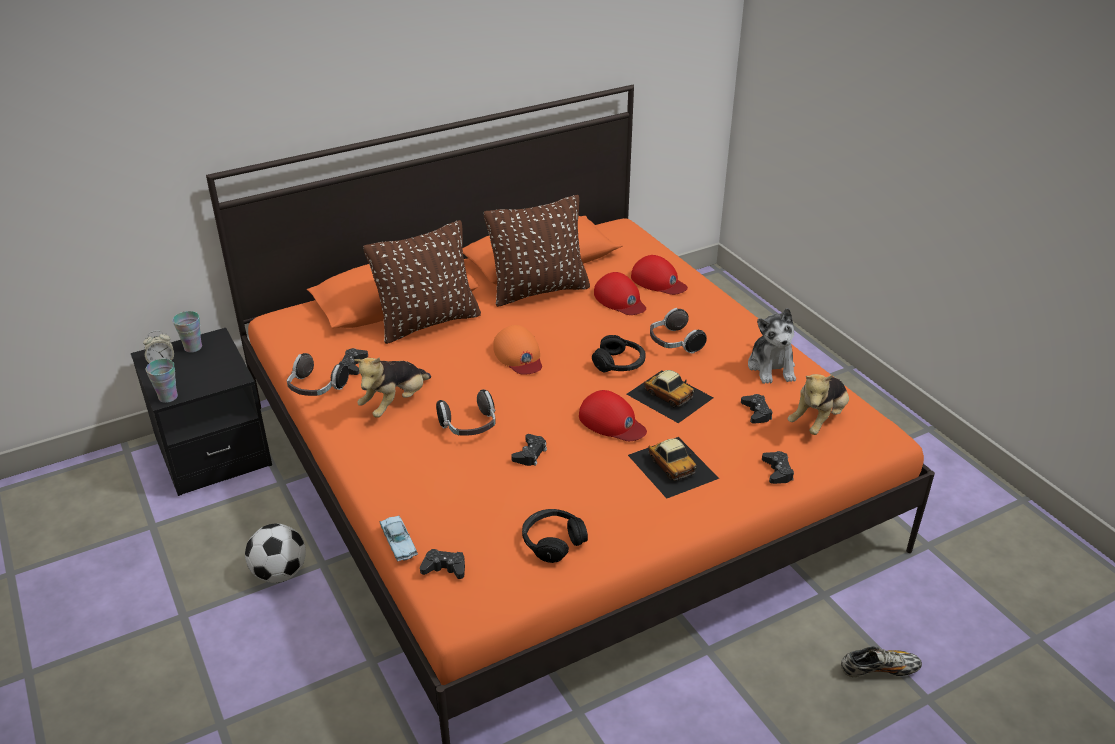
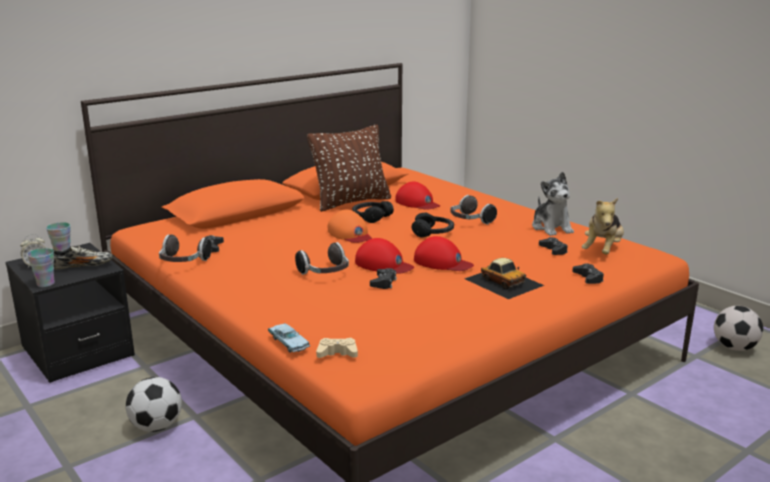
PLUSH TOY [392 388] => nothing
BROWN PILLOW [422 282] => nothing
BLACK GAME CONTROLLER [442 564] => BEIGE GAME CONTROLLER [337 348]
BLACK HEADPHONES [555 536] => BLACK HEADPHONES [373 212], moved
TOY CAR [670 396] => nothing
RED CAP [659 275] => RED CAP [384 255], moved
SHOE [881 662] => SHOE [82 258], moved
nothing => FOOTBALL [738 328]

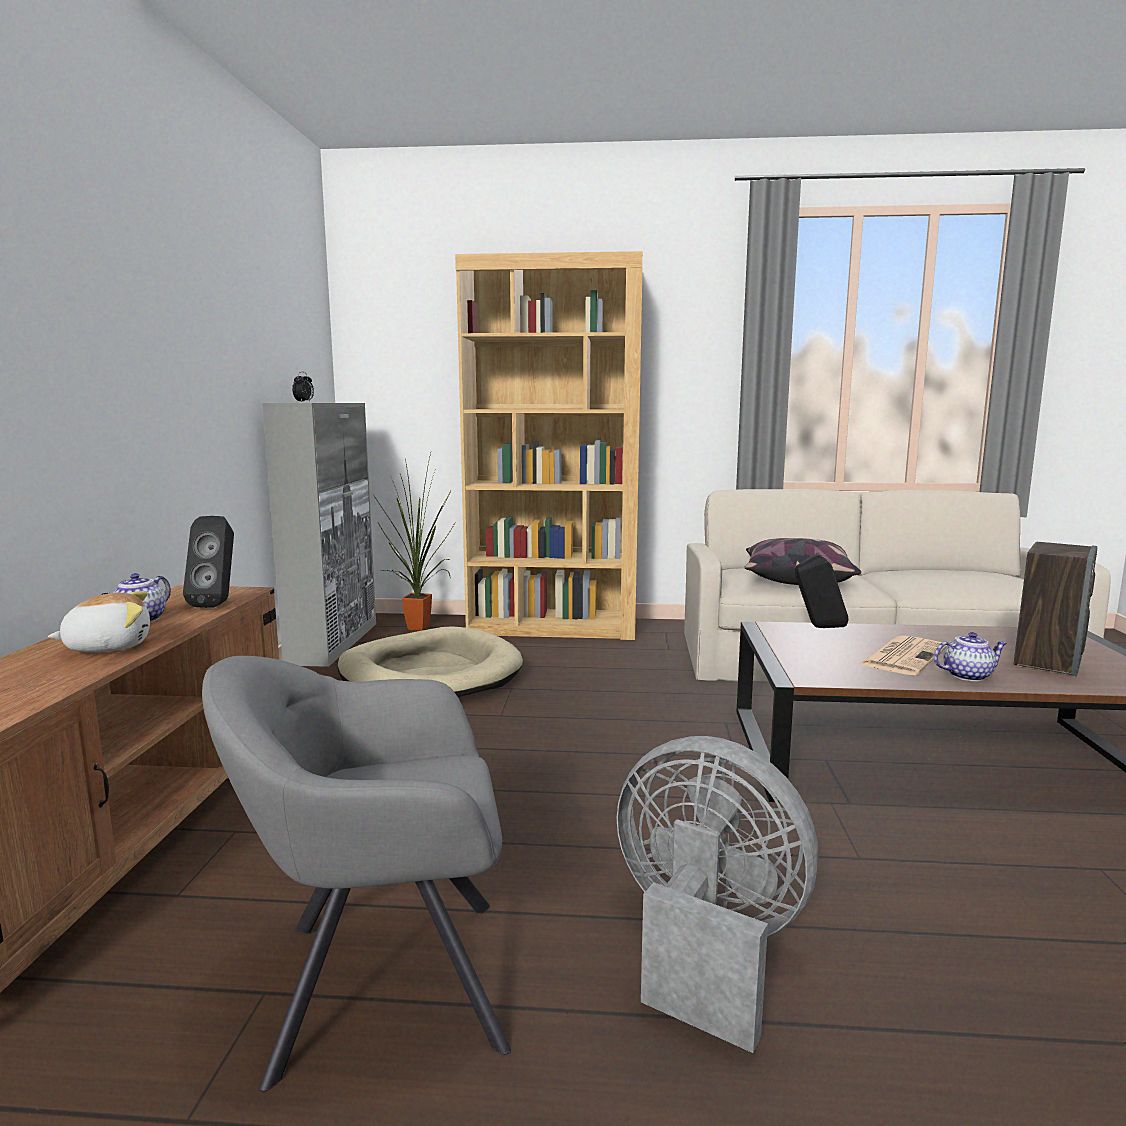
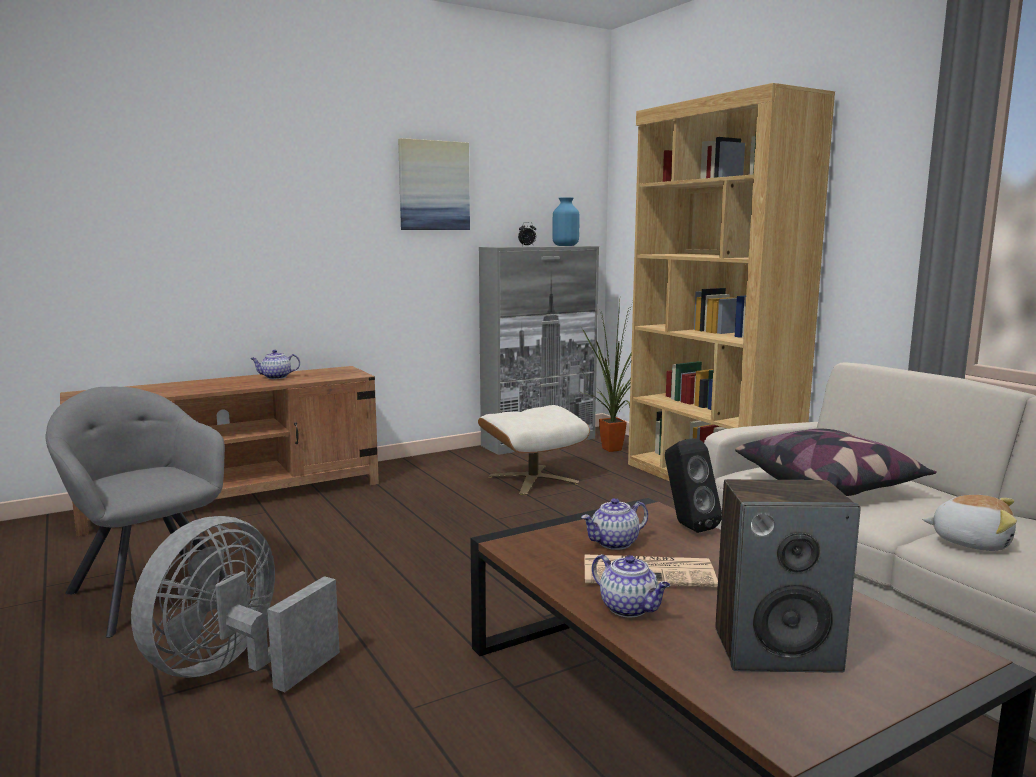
PLUSH TOY [99 621] => PLUSH TOY [969 523], moved
BLACK SPEAKER [208 562] => nothing
BEIGE DOG BED [430 661] => BEIGE OTTOMAN [534 450]
GREY FAN [717 894] => GREY FAN [235 604], 150 degrees counterclockwise
nothing => PICTURE [434 184]
nothing => BLUE VASE [565 221]
nothing => TEAPOT [614 524]

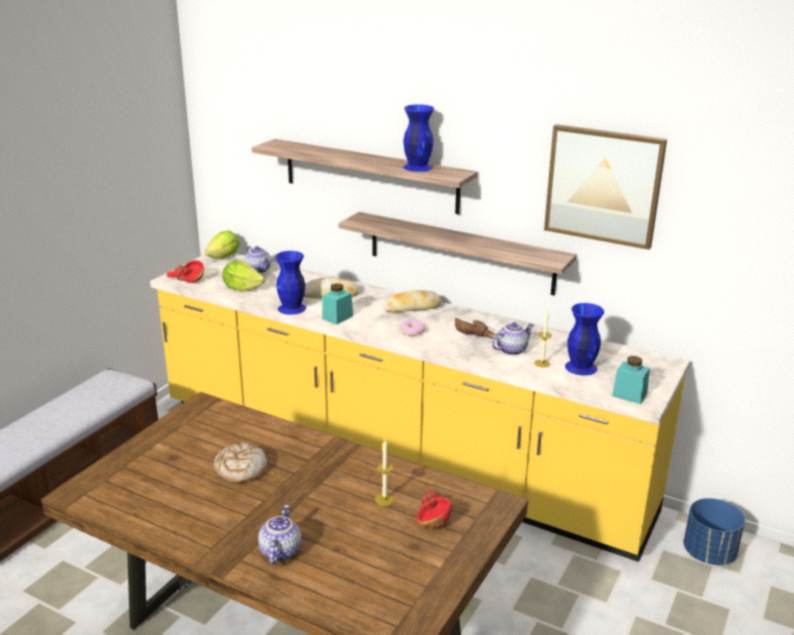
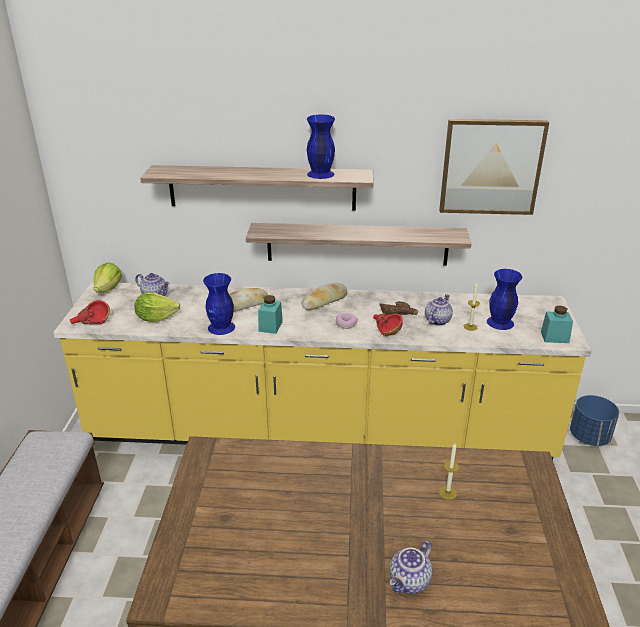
BREAD [240 462] => nothing
TEAPOT [279 535] => TEAPOT [411 567], 120 degrees counterclockwise
RED BOWL [434 509] => RED BOWL [388 324], moved

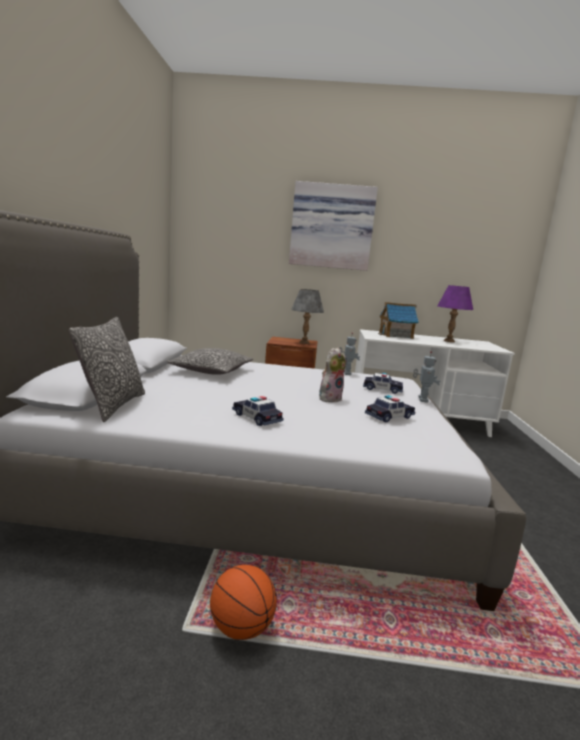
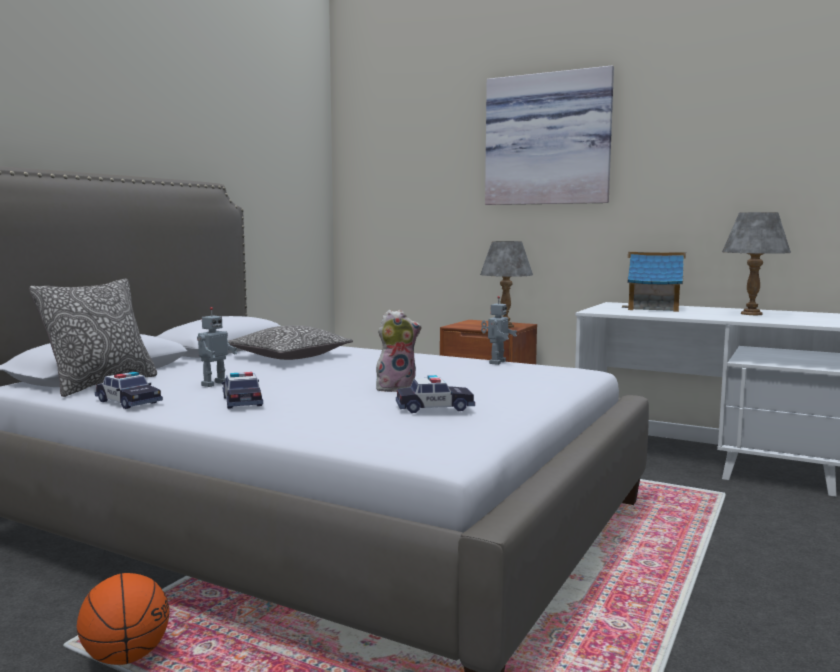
TOY CAR [383 383] => TOY CAR [129 390], moved
TOY ROBOT [426 377] => TOY ROBOT [217 347], moved
PURPLE TABLE LAMP [455 313] => GREY TABLE LAMP [756 263]

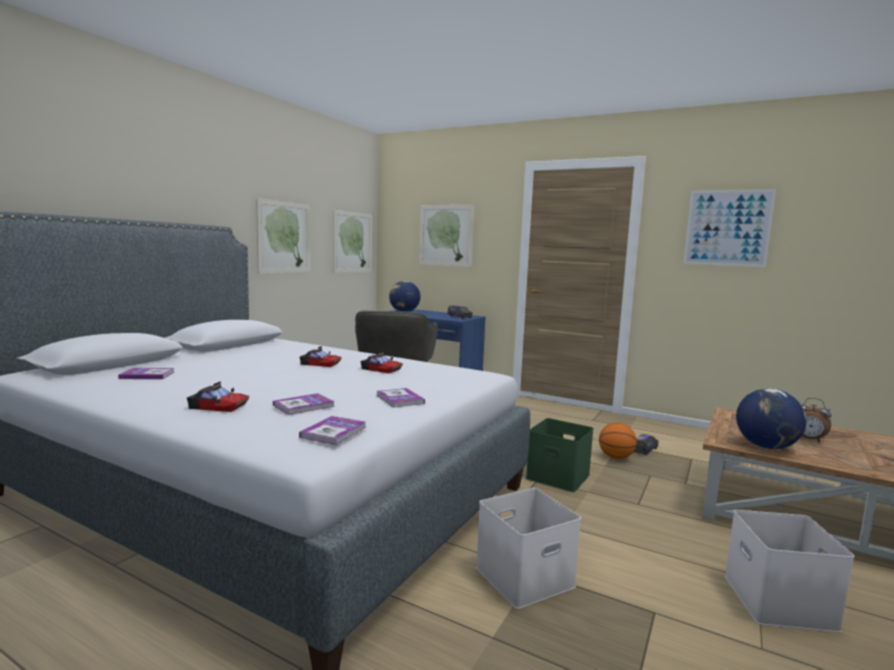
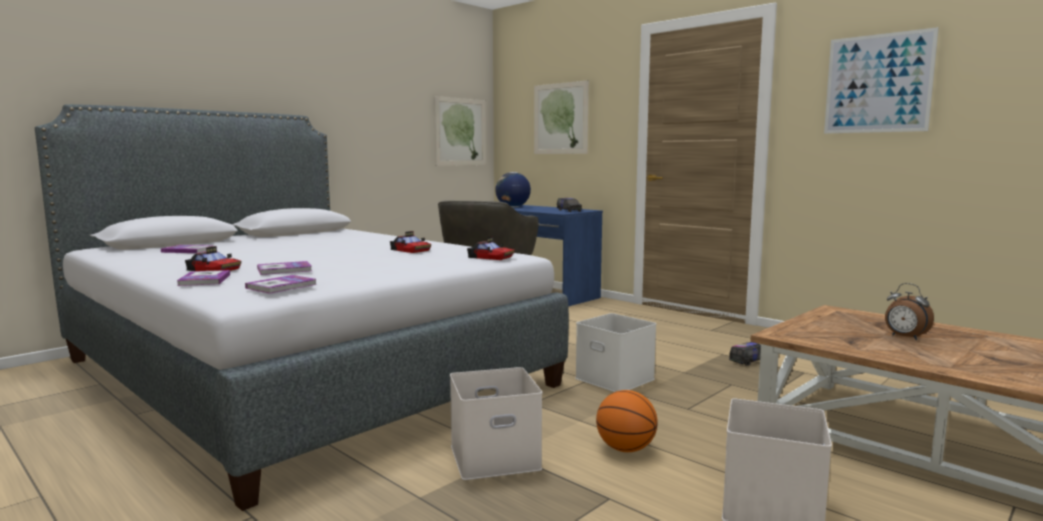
PICTURE [283 236] => nothing
TOY CAR [321 356] => TOY CAR [491 248], moved
BOOK [400 398] => BOOK [203 278], moved
GREEN STORAGE BOX [560 455] => WHITE STORAGE BOX [615 352]
BASKETBALL [618 441] => BASKETBALL [627 421], moved
GLOBE [771 419] => nothing

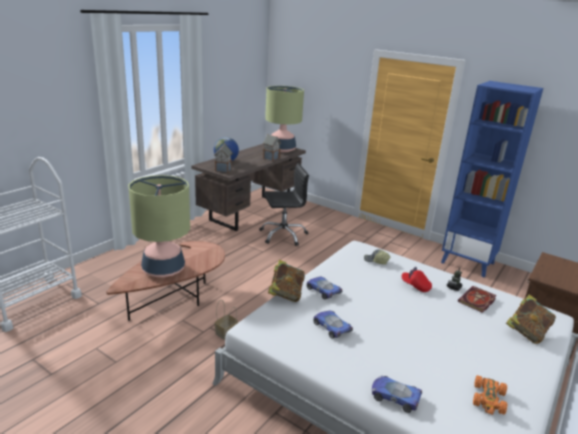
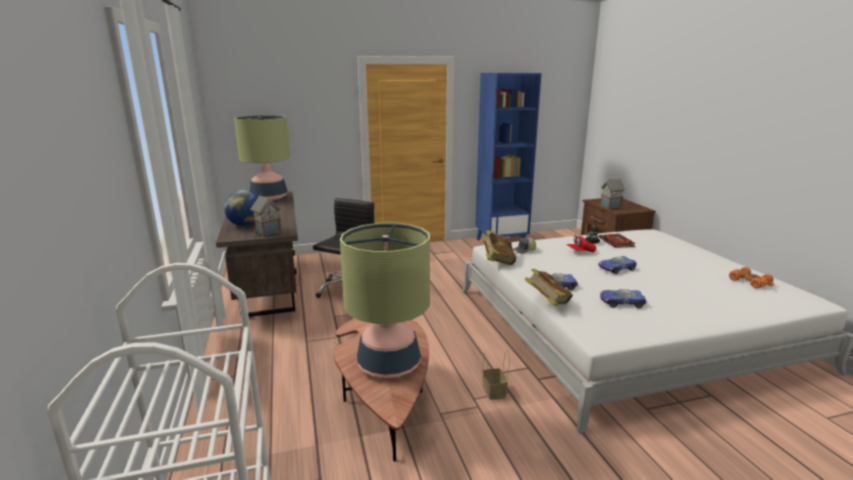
TOY HOUSE [272 147] => TOY HOUSE [612 193], moved
TOY CAR [397 394] => TOY CAR [617 265], moved
BOOK [531 319] => BOOK [499 247], moved

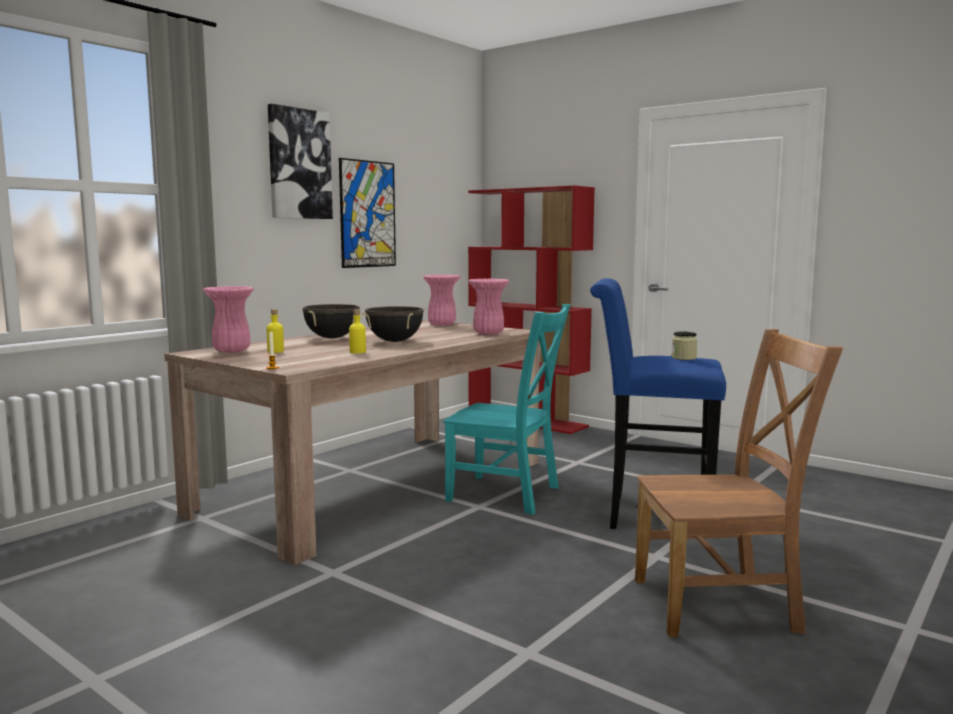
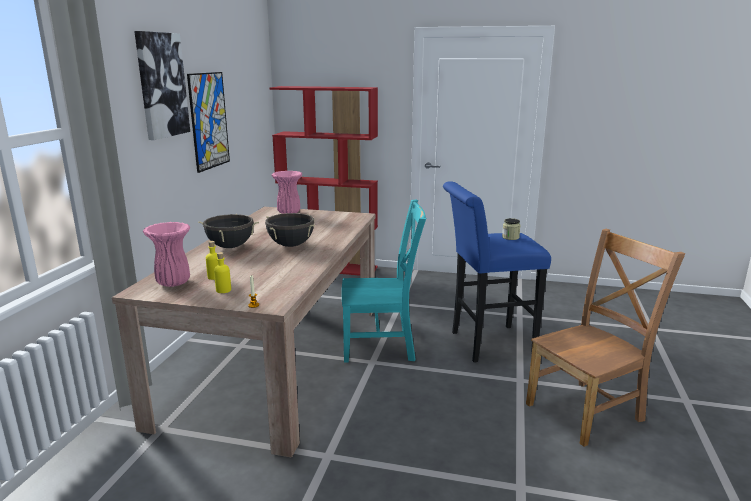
YELLOW BOTTLE [357 331] => YELLOW BOTTLE [222 272], moved
PINK VASE [488 307] => nothing

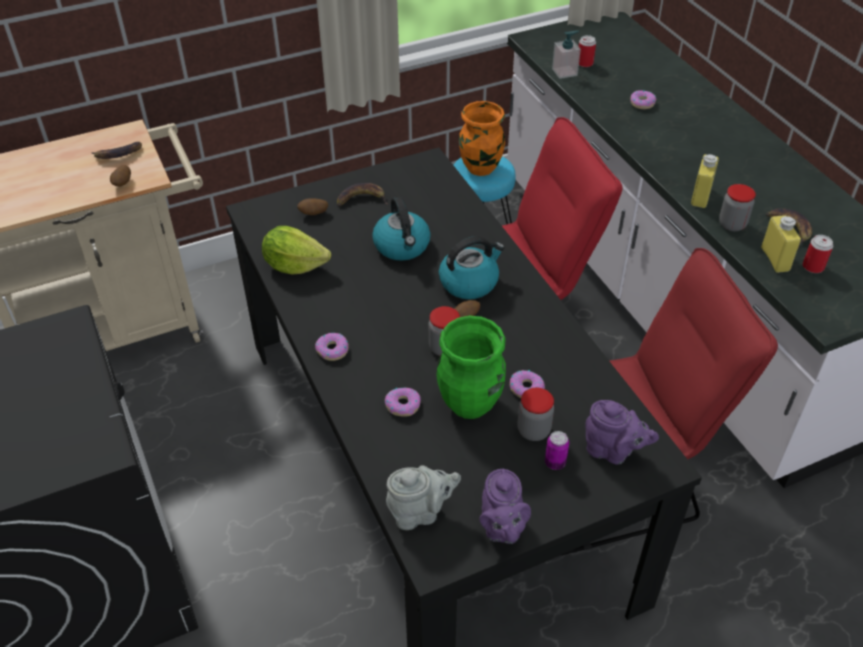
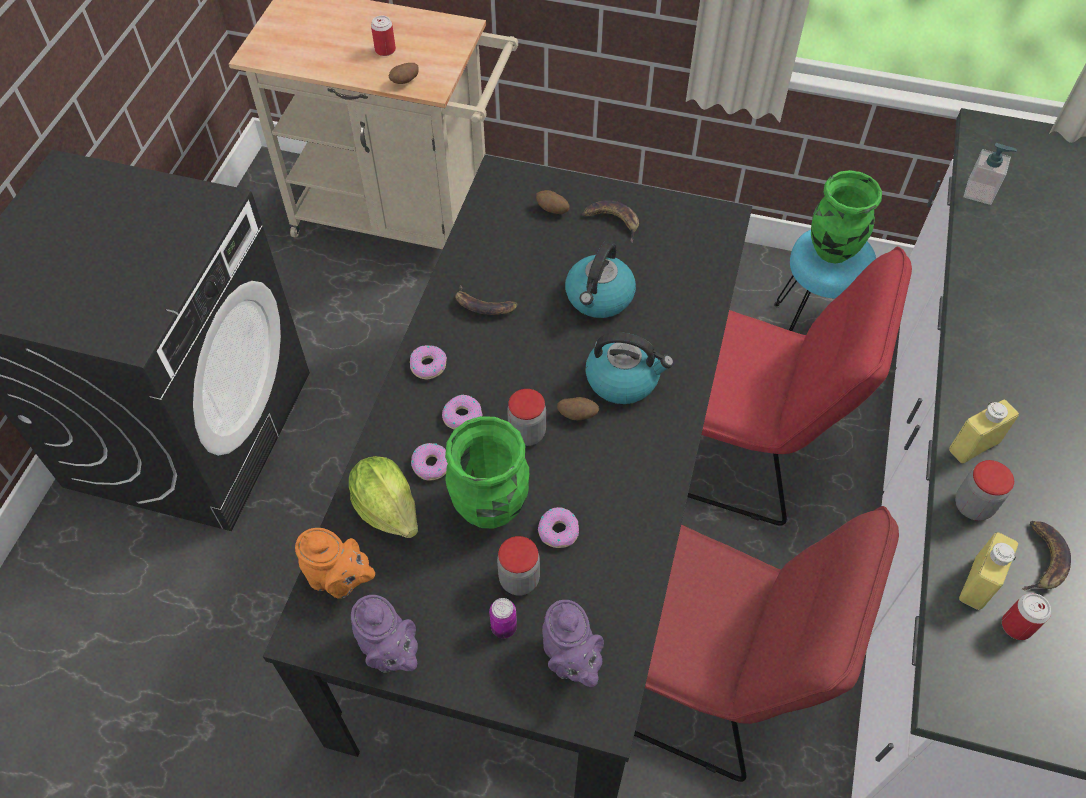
BANANA [117 150] => BANANA [486 300], moved
LETTUCE [296 250] => LETTUCE [383 497], moved
GREY TEAPOT [423 497] => ORANGE TEAPOT [335 563]
ORANGE VASE [482 138] => GREEN VASE [846 216]
PURPLE TEAPOT [505 506] => PURPLE TEAPOT [384 634], 75 degrees counterclockwise
CAN [587 51] => CAN [383 36], moved
DONUT [643 99] => DONUT [462 412], moved

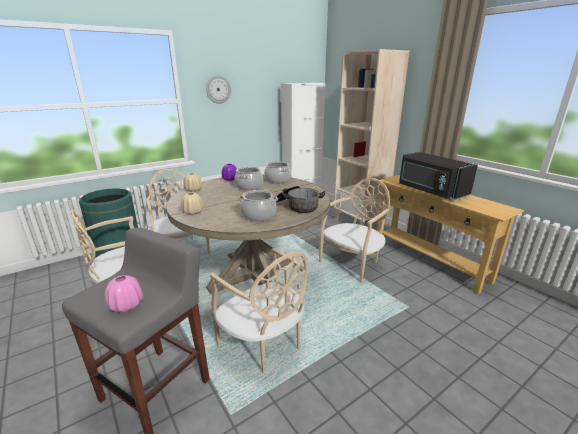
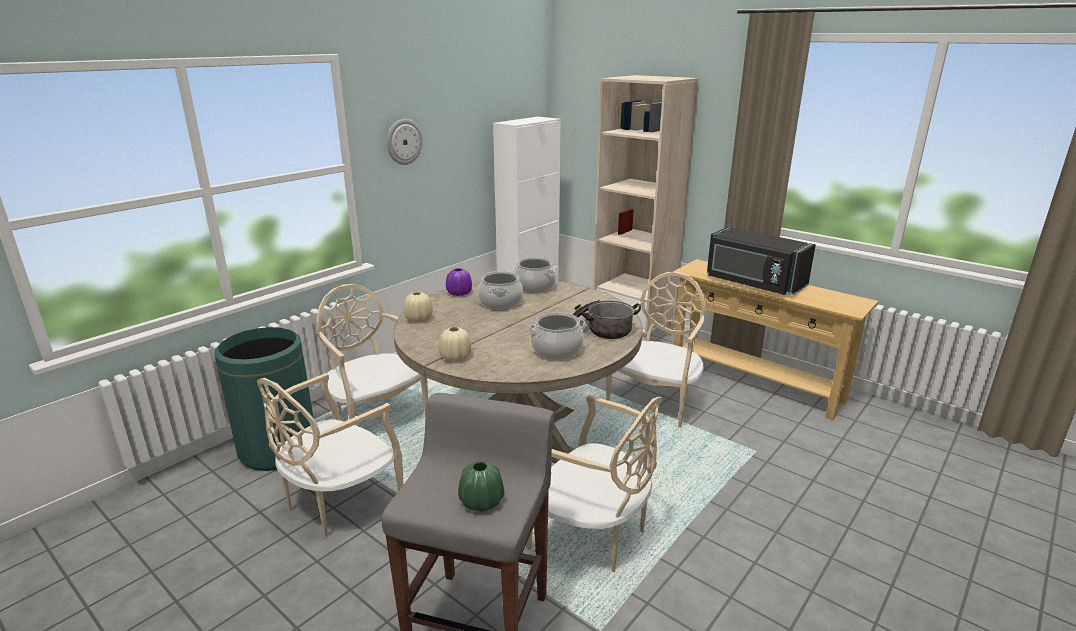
PINK VASE [124 293] => GREEN VASE [481 486]

